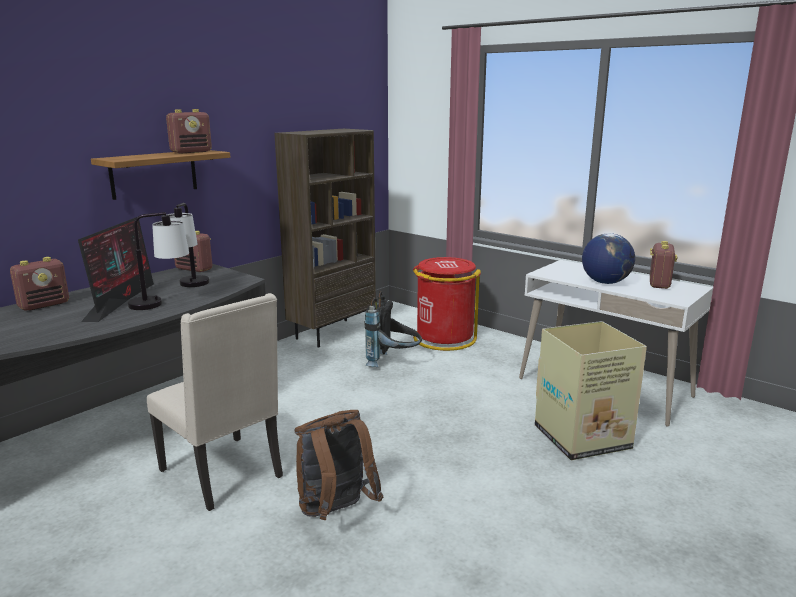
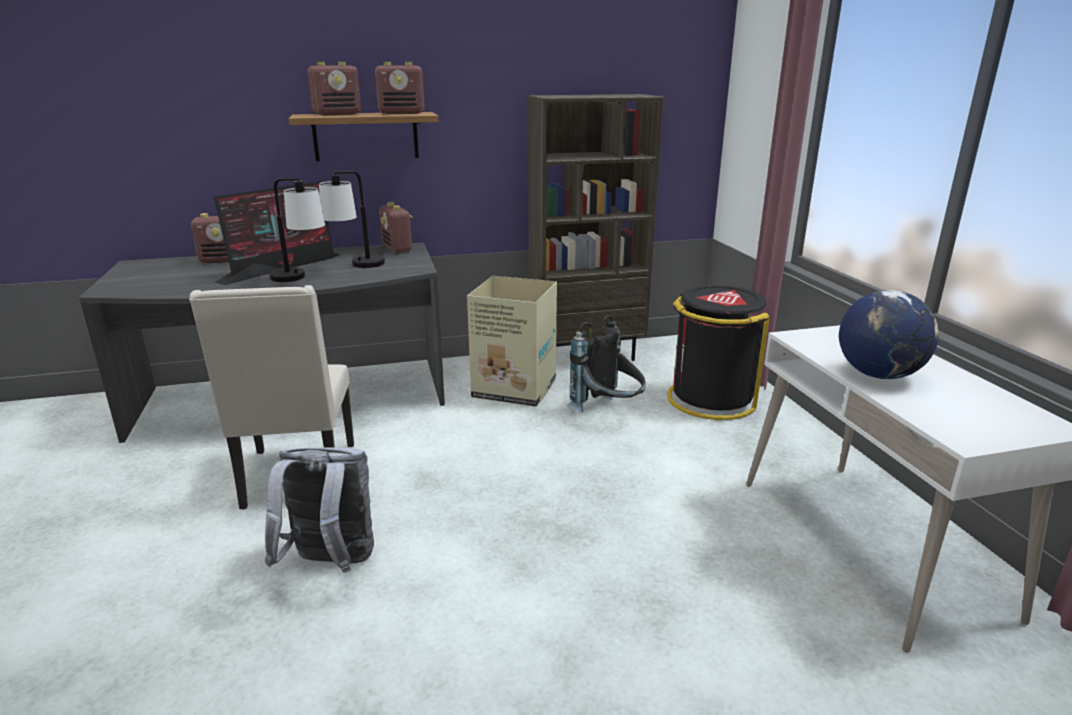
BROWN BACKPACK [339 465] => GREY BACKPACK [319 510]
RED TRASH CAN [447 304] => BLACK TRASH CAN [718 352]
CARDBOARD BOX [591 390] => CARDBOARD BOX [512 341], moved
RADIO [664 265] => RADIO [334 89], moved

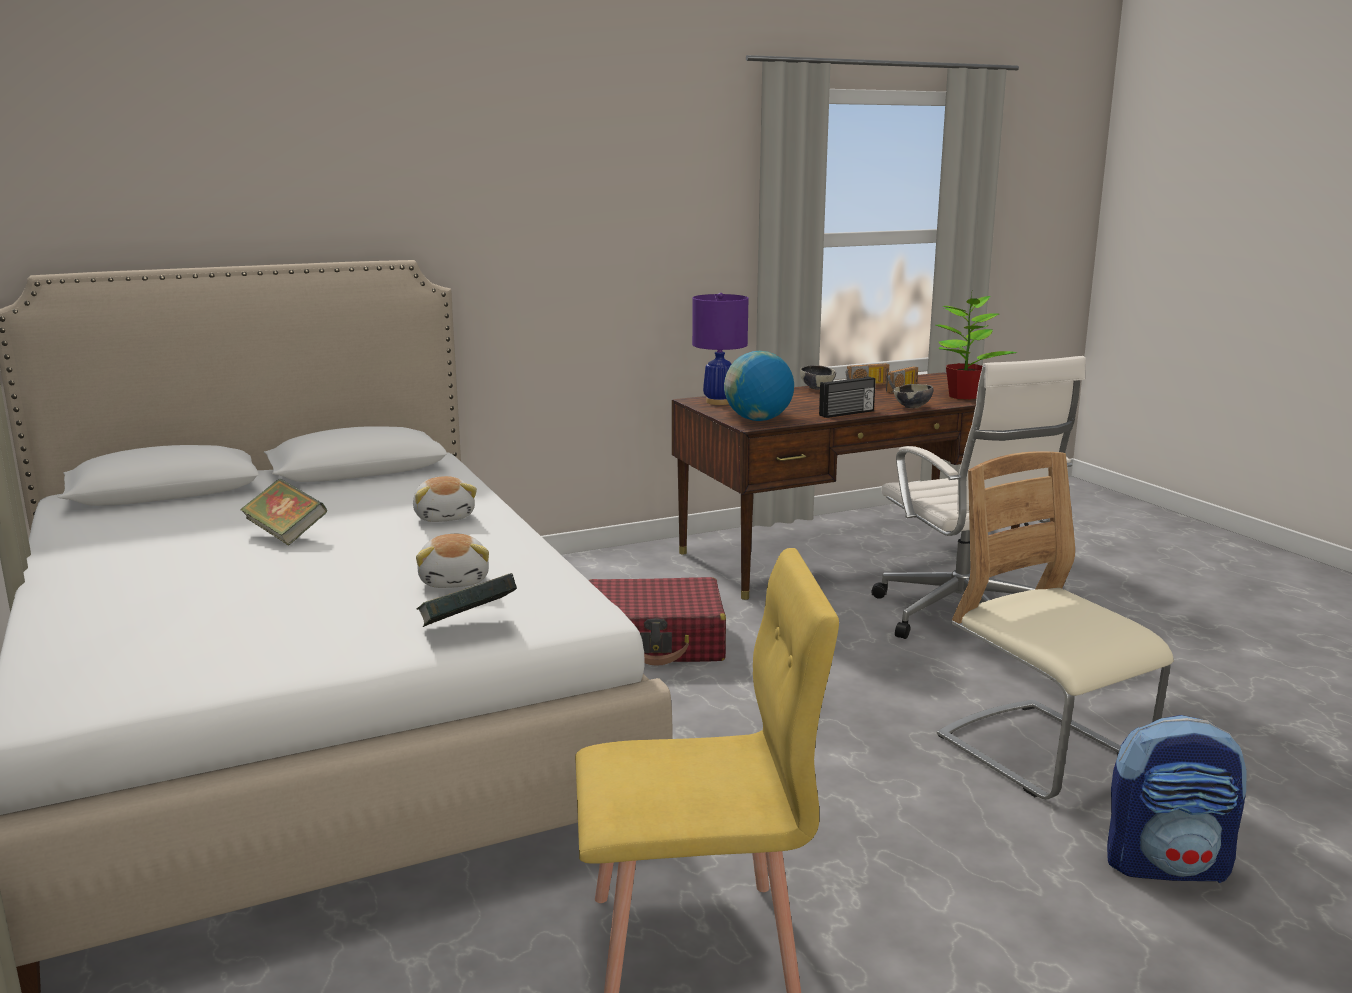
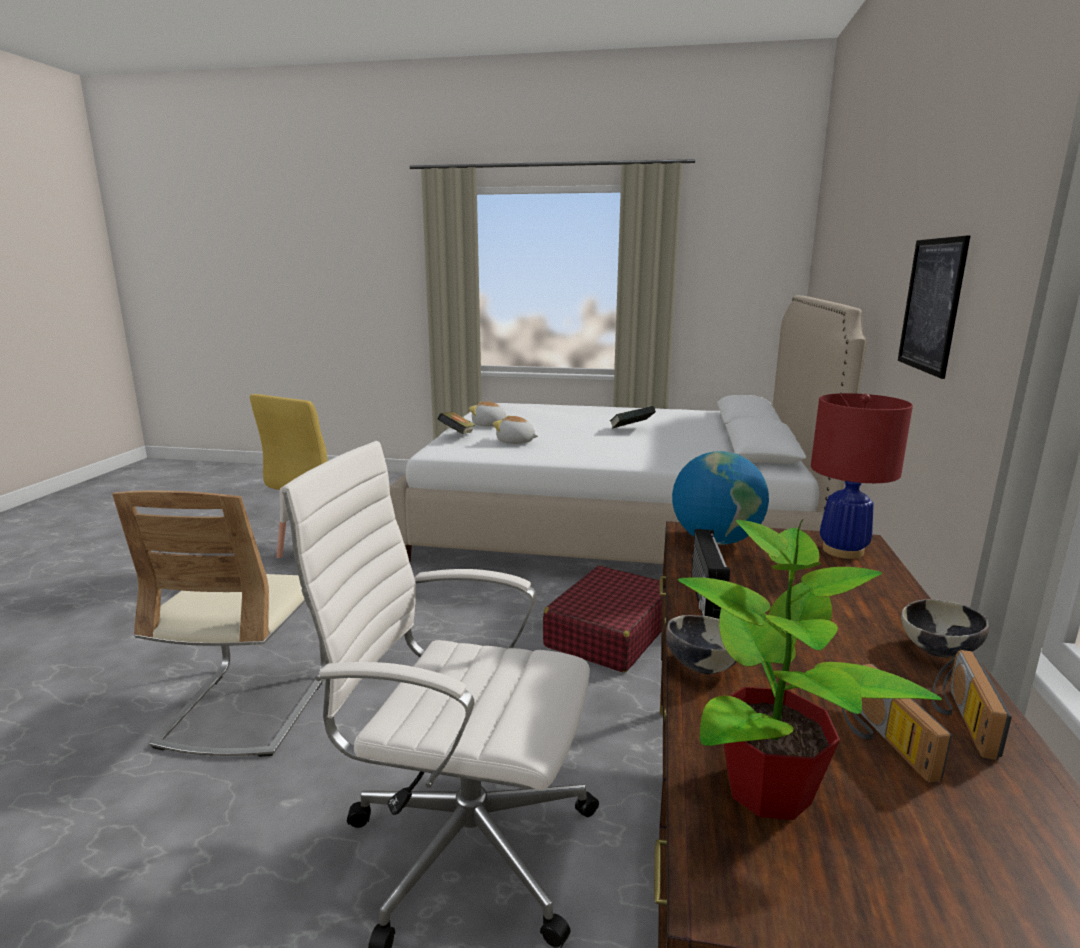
PLUSH TOY [445 499] => PLUSH TOY [488 413], moved
PURPLE TABLE LAMP [720 349] => RED TABLE LAMP [862 476]
BEIGE CHAIR [1055 625] => BEIGE CHAIR [219 624], 90 degrees clockwise
BACKPACK [1177 799] => nothing
nothing => PICTURE [934 307]

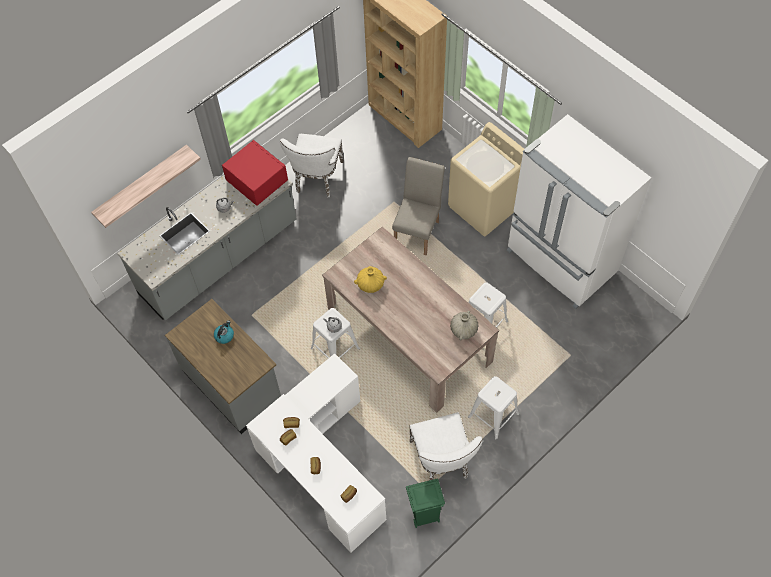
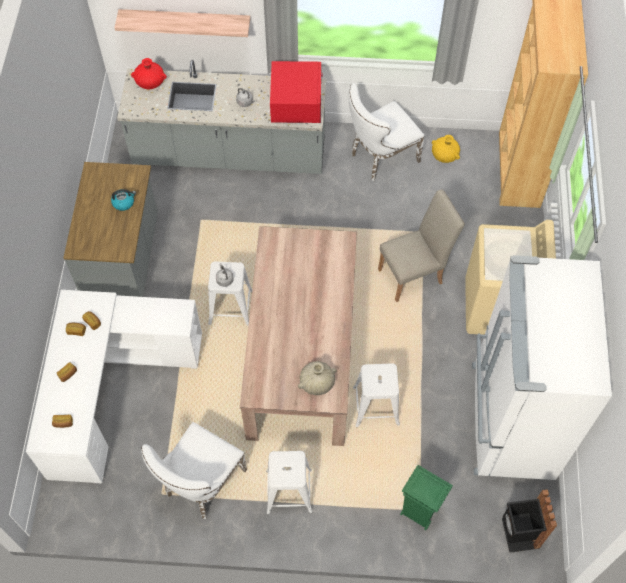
YELLOW VASE [370 279] => YELLOW VASE [446 149], moved
GREEN TRASH CAN [425 503] => GREEN TRASH CAN [426 497], moved
nothing => RED VASE [149 73]
nothing => BLACK TRASH CAN [529 521]

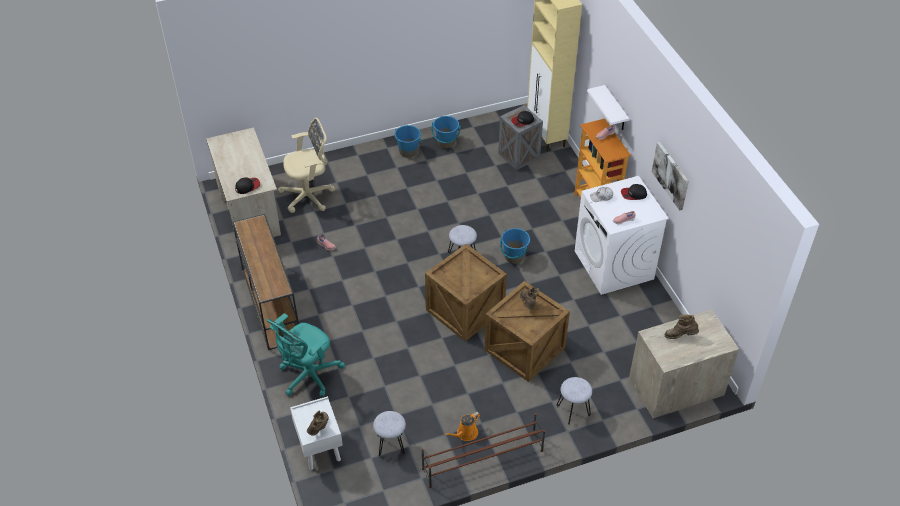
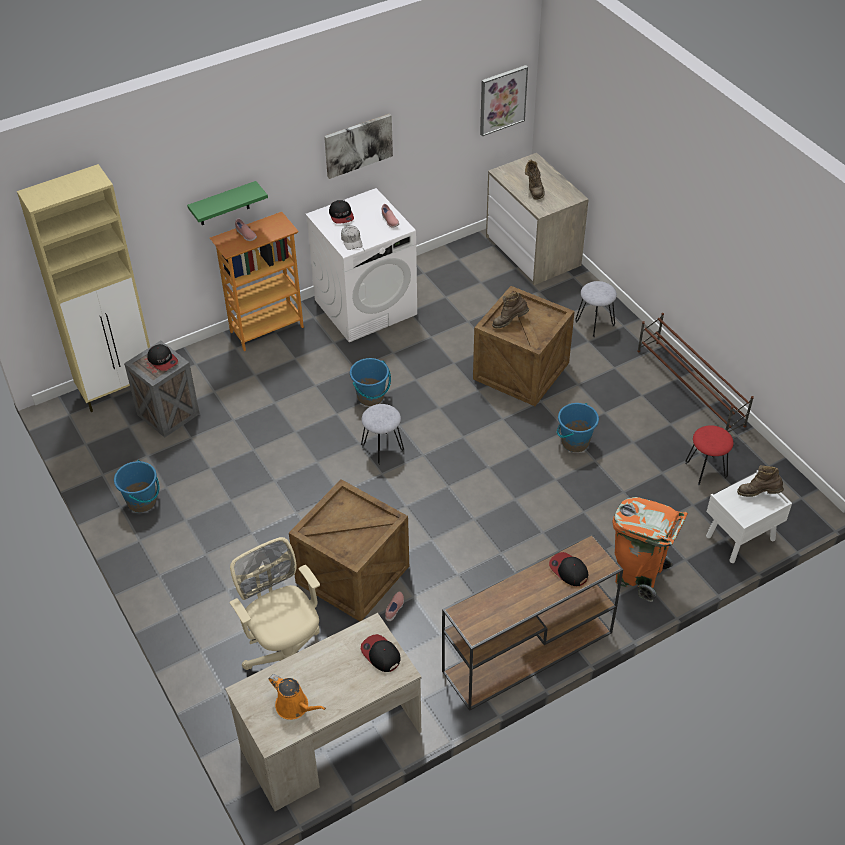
TURQUOISE OFFICE CHAIR [306 354] => ORANGE TRASH CAN [650 549]
GREY STOOL [389 434] => RED STOOL [709 455]
BLUE BUCKET [408 141] => BLUE BUCKET [578 427], moved
CRATE [466 292] => CRATE [349 550], moved
ORANGE WATERING CAN [462 426] => ORANGE WATERING CAN [297 697], moved
WHITE SHELF [608 107] => GREEN SHELF [227 203]
nothing => PICTURE [504 100]
nothing => CAP [568 569]

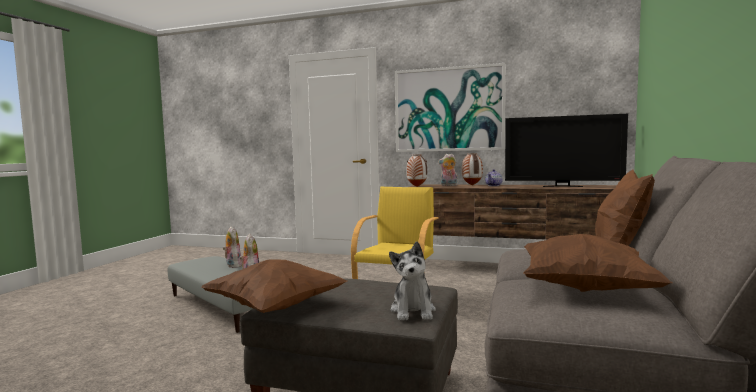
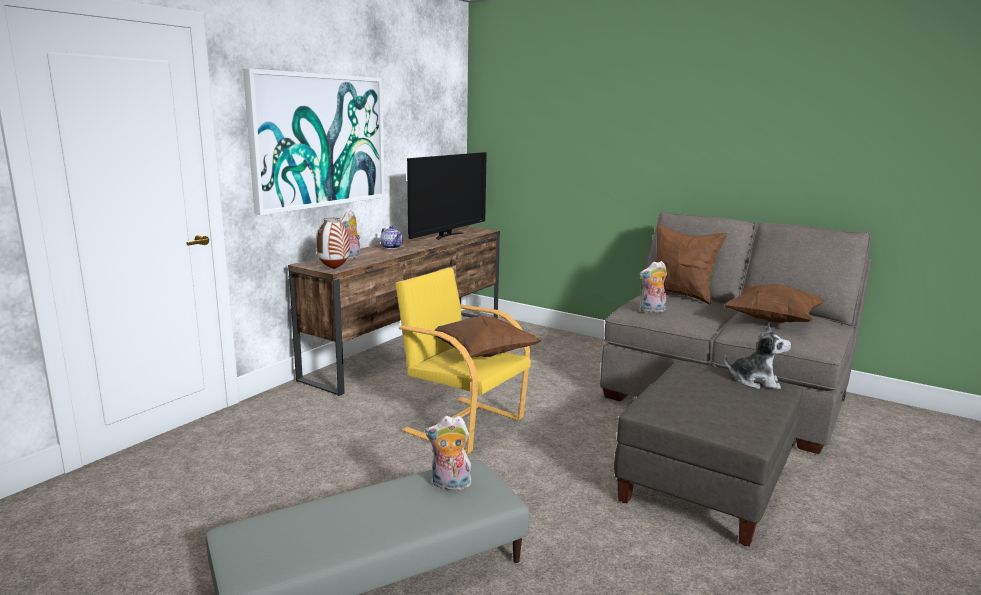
BROWN PILLOW [274 286] => BROWN PILLOW [488 337], moved
PLUSH TOY [232 247] => PLUSH TOY [653 287], moved
VASE [472 169] => nothing

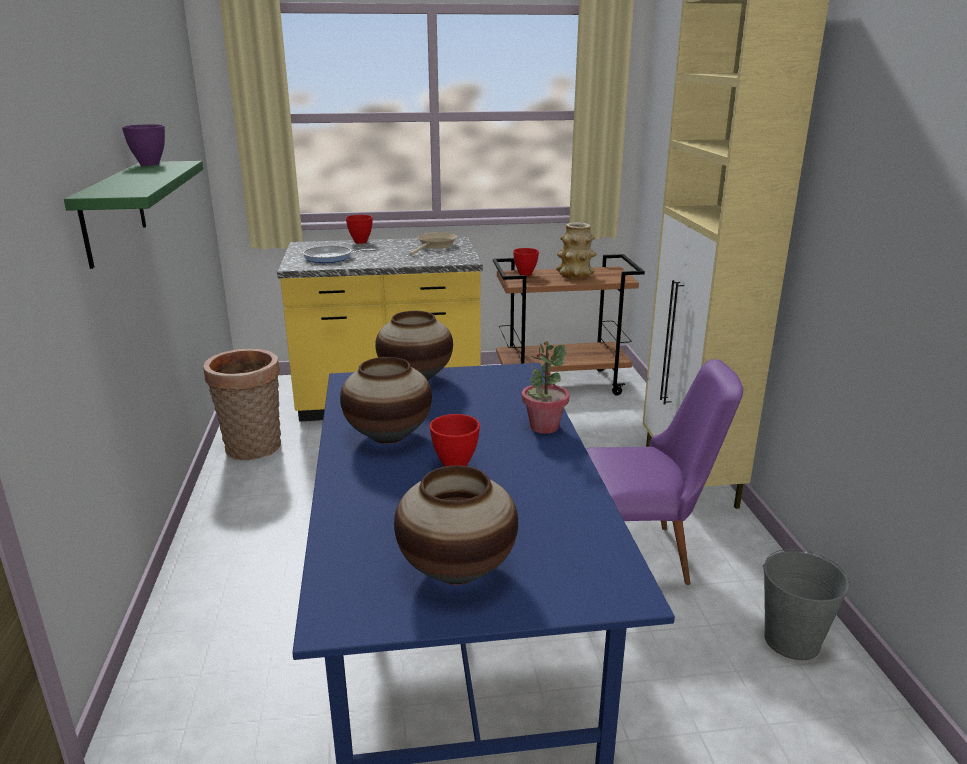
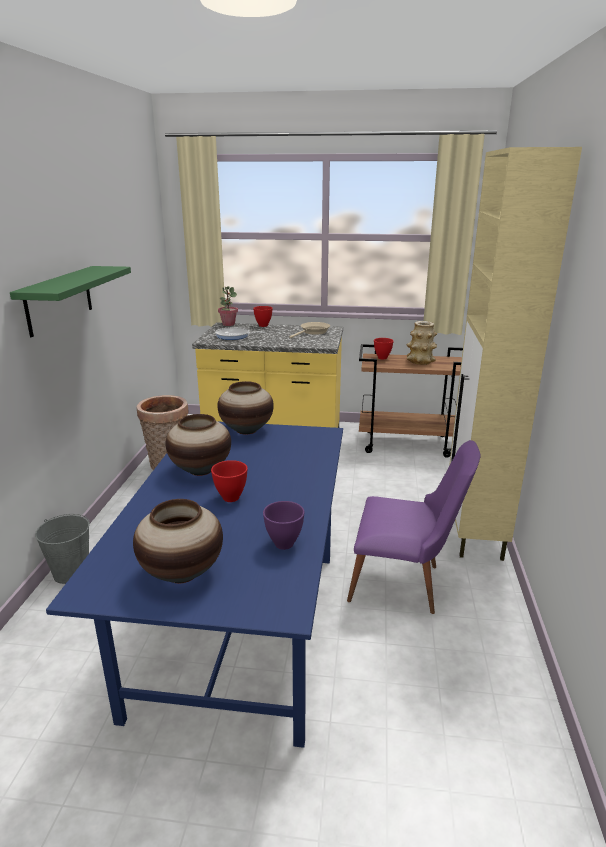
PURPLE BOWL [143 145] => PURPLE BOWL [284 525], moved
POTTED PLANT [546 387] => POTTED PLANT [228 306], moved
GREY BUCKET [807 604] => GREY BUCKET [62 549], moved

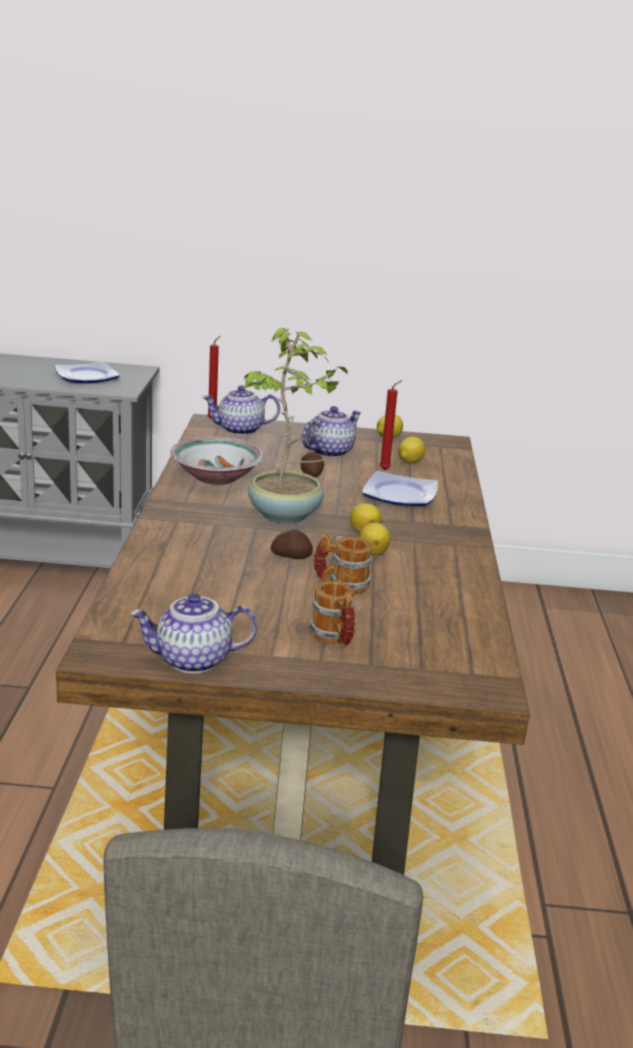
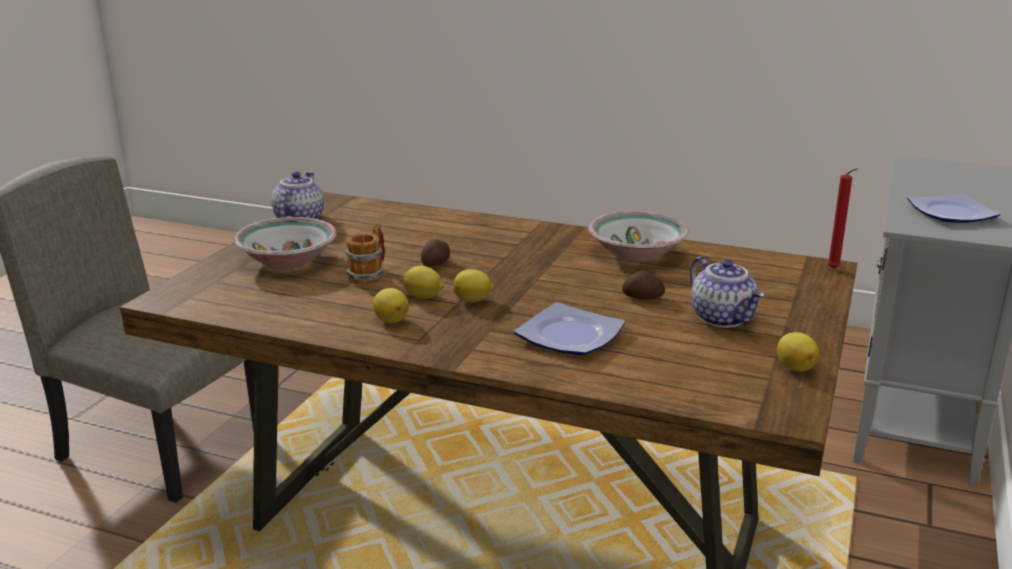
TEAPOT [241 411] => nothing
POTTED PLANT [295 426] => nothing
MUG [332 614] => BOWL [285 243]
RED CANDLE [391 425] => nothing
LEMON [411 450] => LEMON [391 305], moved

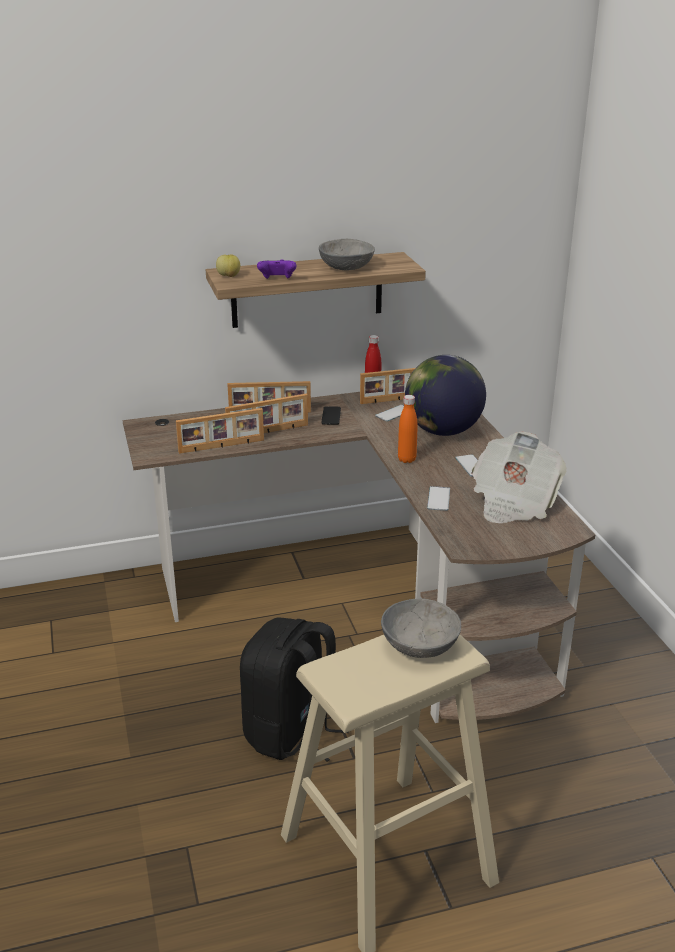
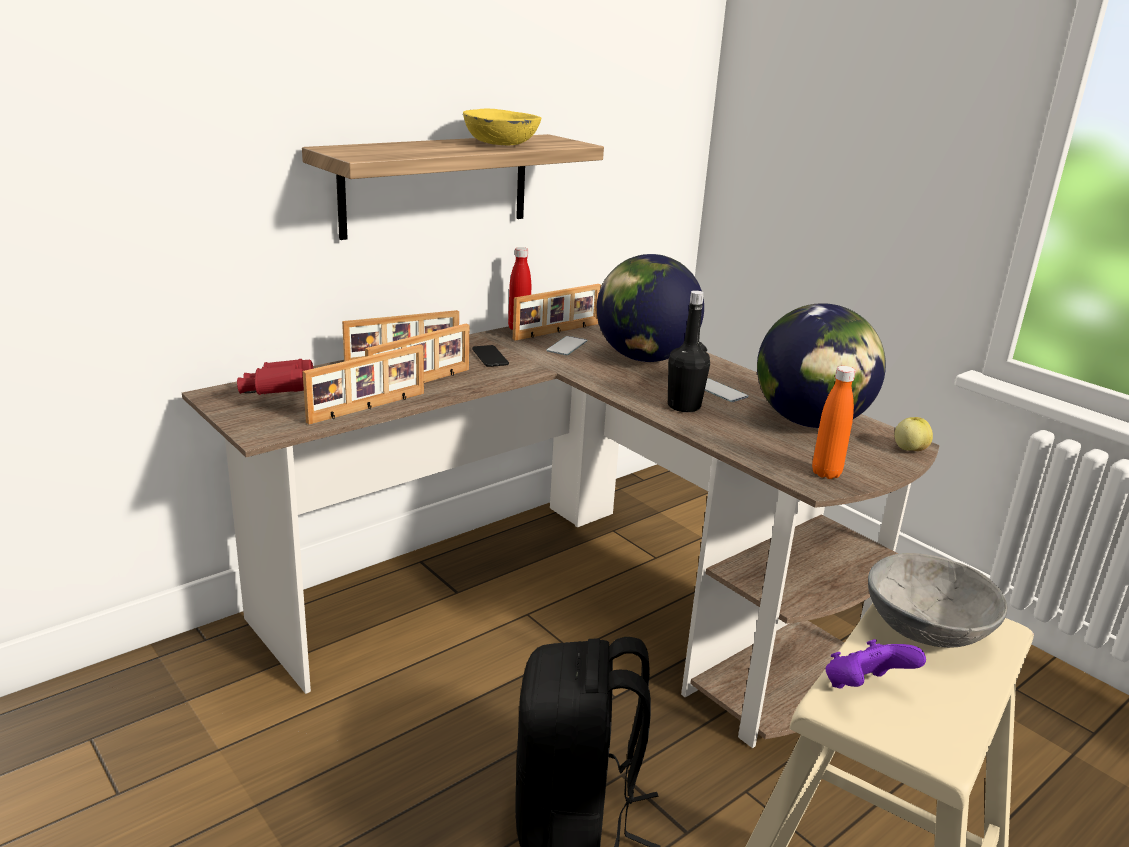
APPLE [228 266] => APPLE [913 434], moved
PURPLE GAME CONTROLLER [277 269] => PURPLE GAME CONTROLLER [876 664], moved
GREY BOWL [347 255] => YELLOW BOWL [502 127]
ORANGE BOTTLE [408 429] => ORANGE BOTTLE [834 422], moved
PHONE [438 498] => nothing
NEWSPAPER [519 477] => GLOBE [821 365]
nothing => RED BINOCULARS [275 377]
nothing => BLACK BOTTLE [689 351]

